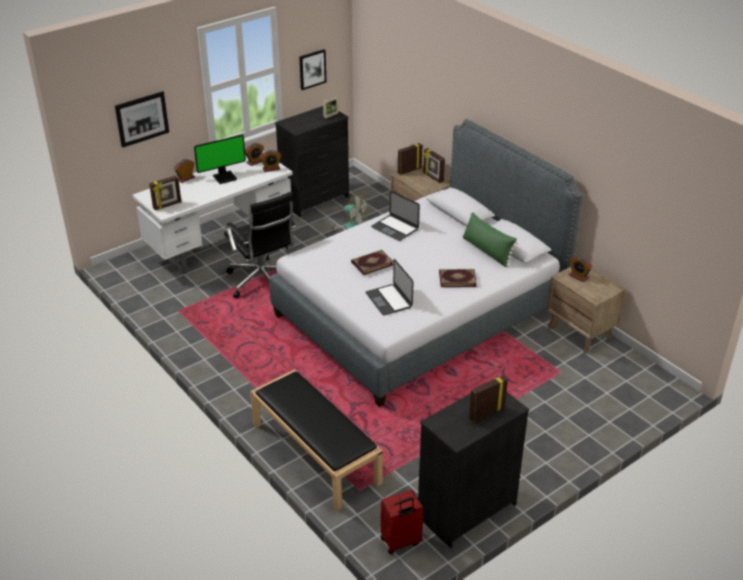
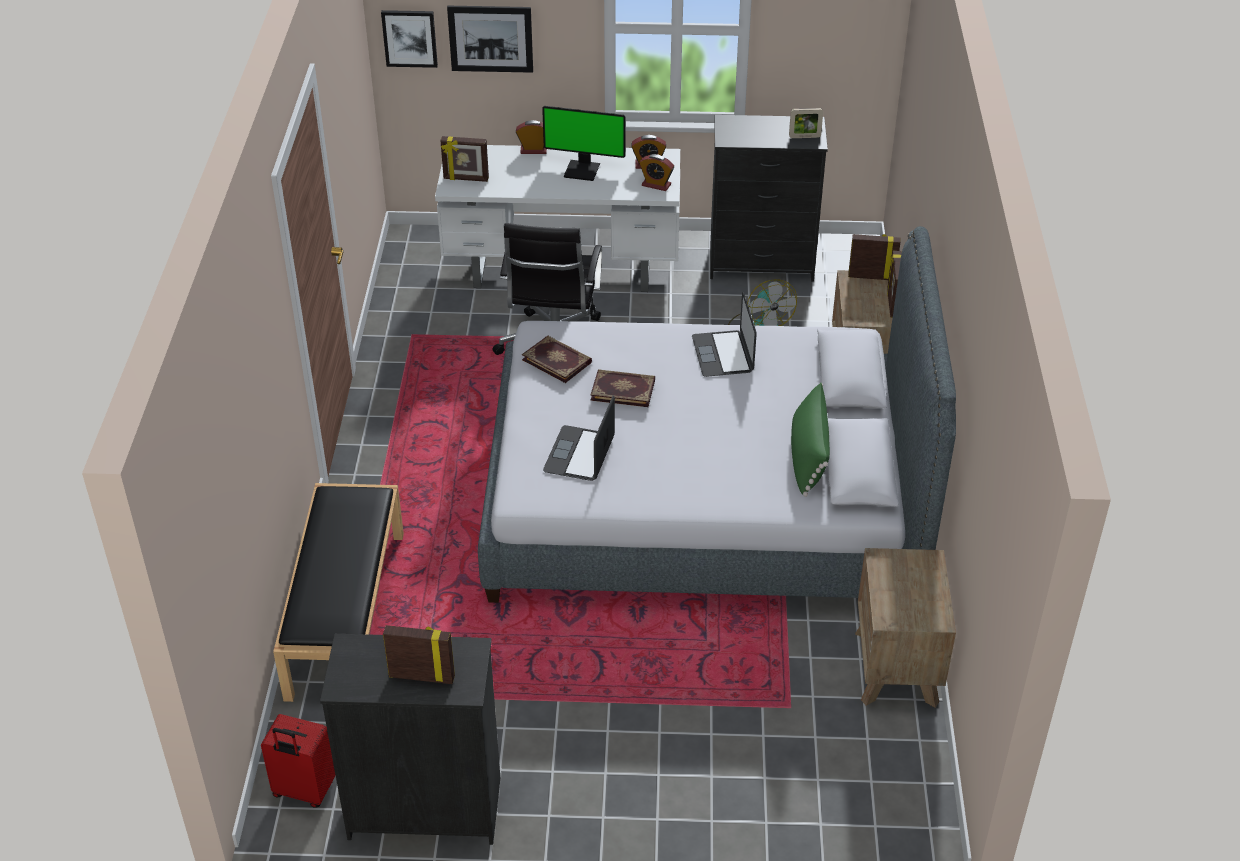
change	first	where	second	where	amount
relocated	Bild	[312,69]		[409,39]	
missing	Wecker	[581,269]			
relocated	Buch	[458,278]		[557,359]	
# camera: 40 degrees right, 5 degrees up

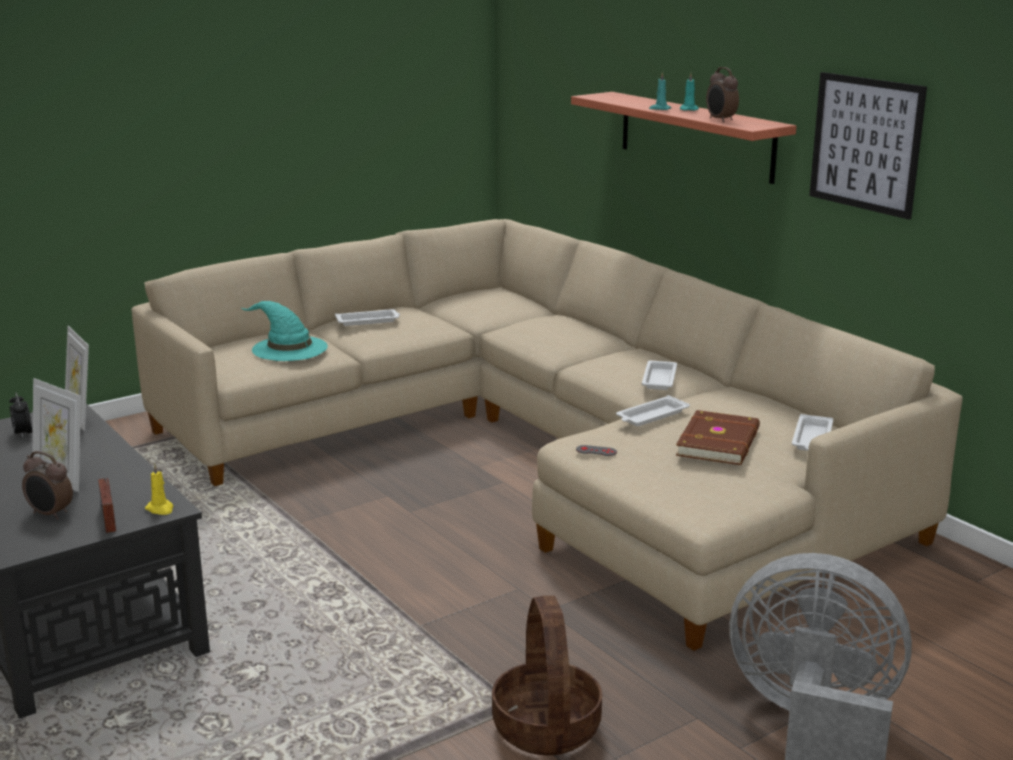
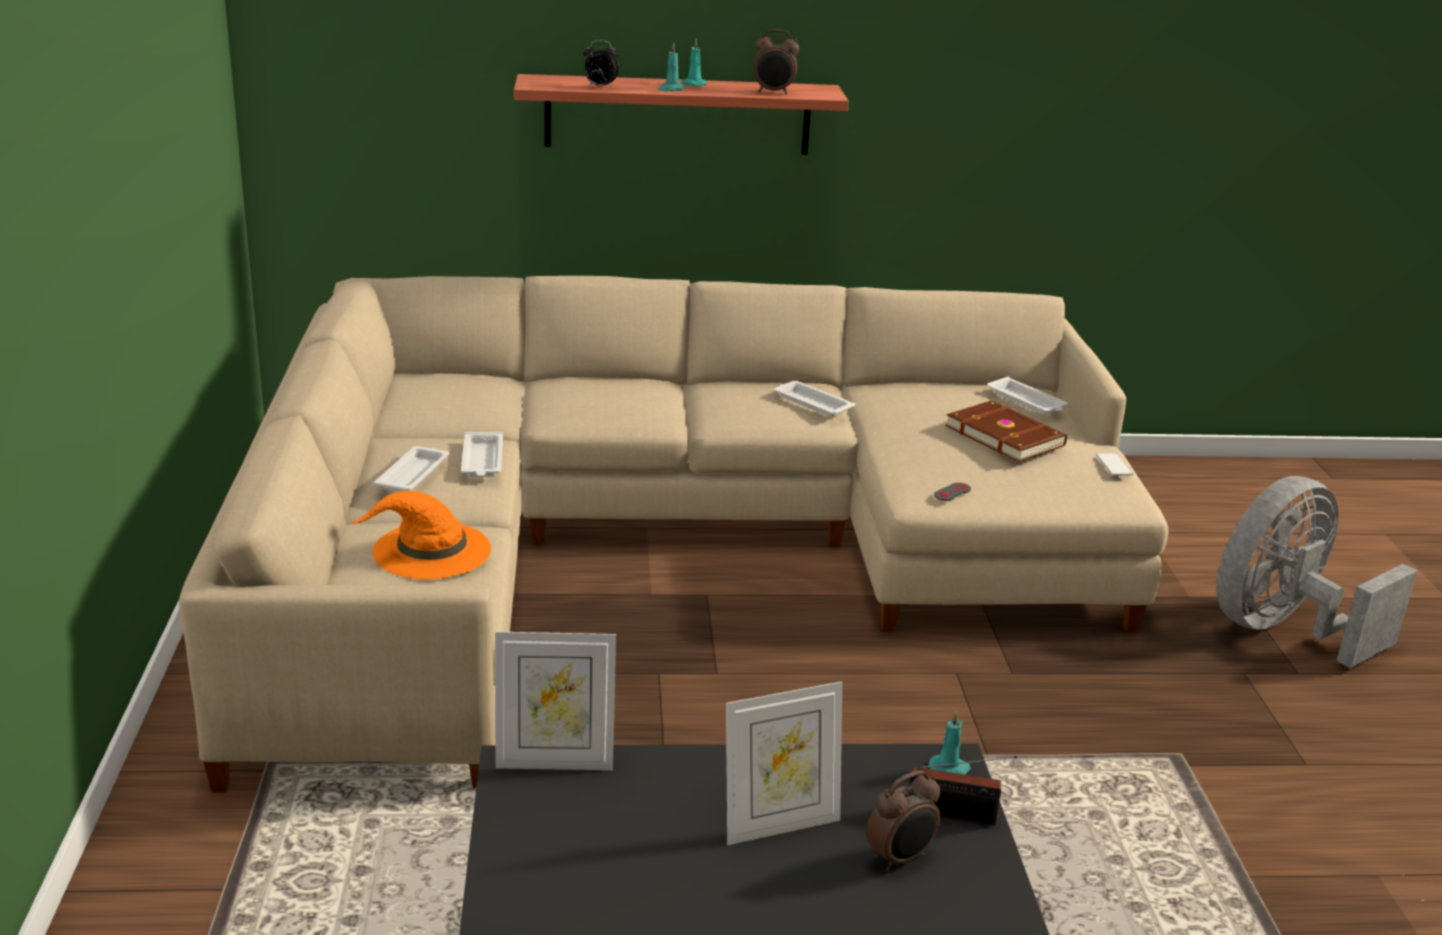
change	first	where	second	where	amount
missing	Bild	[868,146]			
colour	Hut/türkis	[284,331]	Hut/orange	[420,535]	
relocated	Wecker	[20,414]		[601,64]	
relocated	Tablett/weiß	[653,410]		[482,454]	
colour	Kerze/gelb	[159,489]	Kerze/türkis	[949,743]	
missing	Korb	[547,675]			
appeared			Handy	[1114,464]	
# camera: 60 degrees left, 5 degrees up

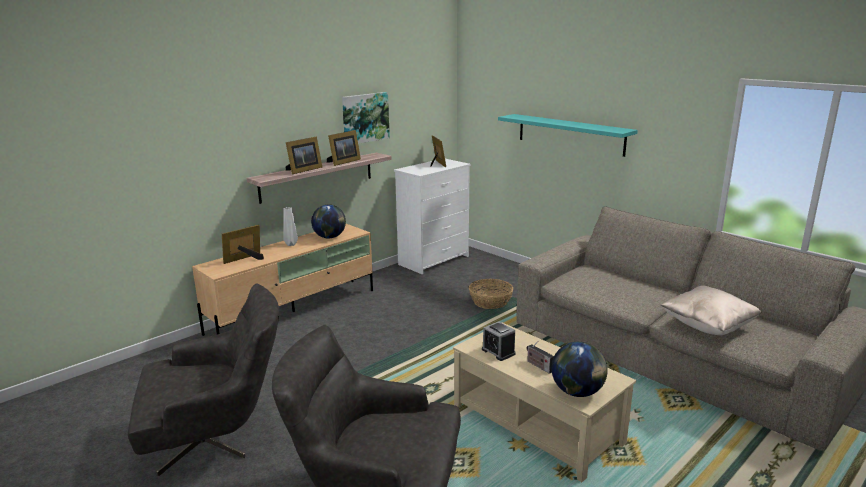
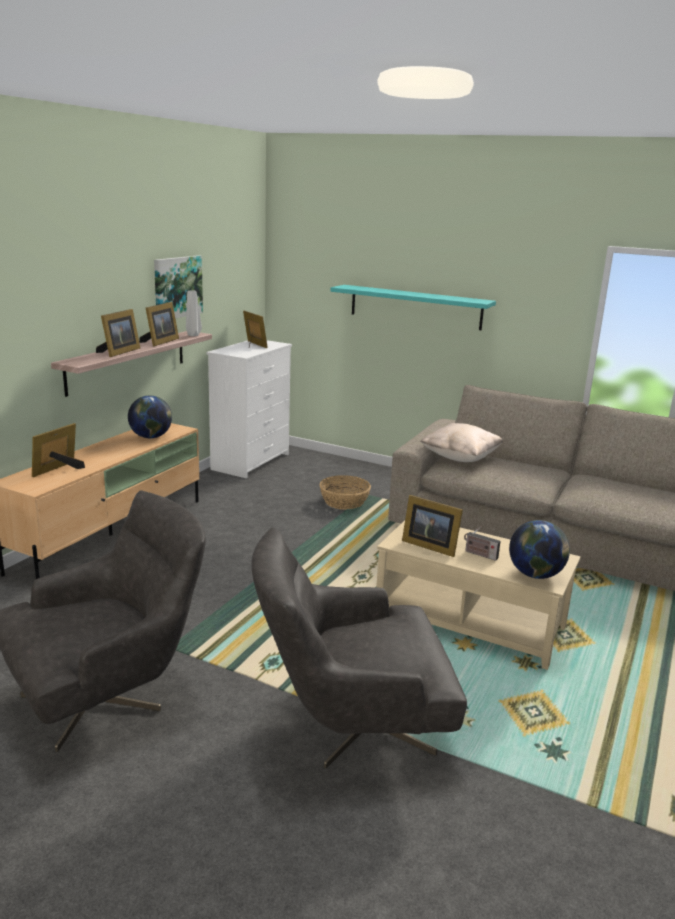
change	first	where	second	where	amount
relocated	Vase/grau	[290,226]		[194,313]	
relocated	Kissen/beige	[711,310]		[461,442]	
exchanged	Wecker	[499,341]	Bilderrahmen	[432,526]	
# camera: 20 degrees left, 0 degrees up

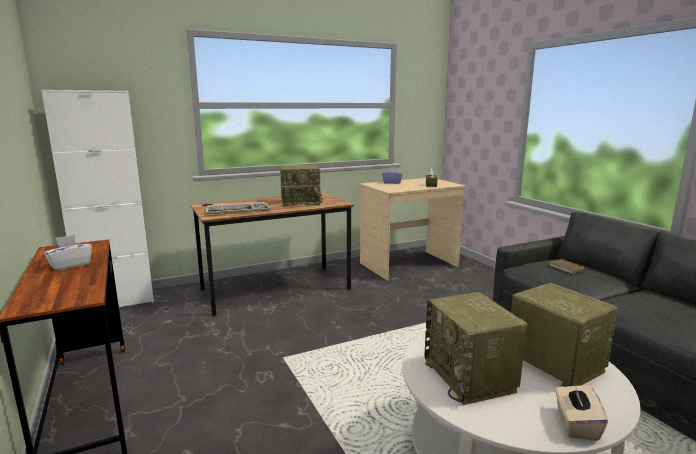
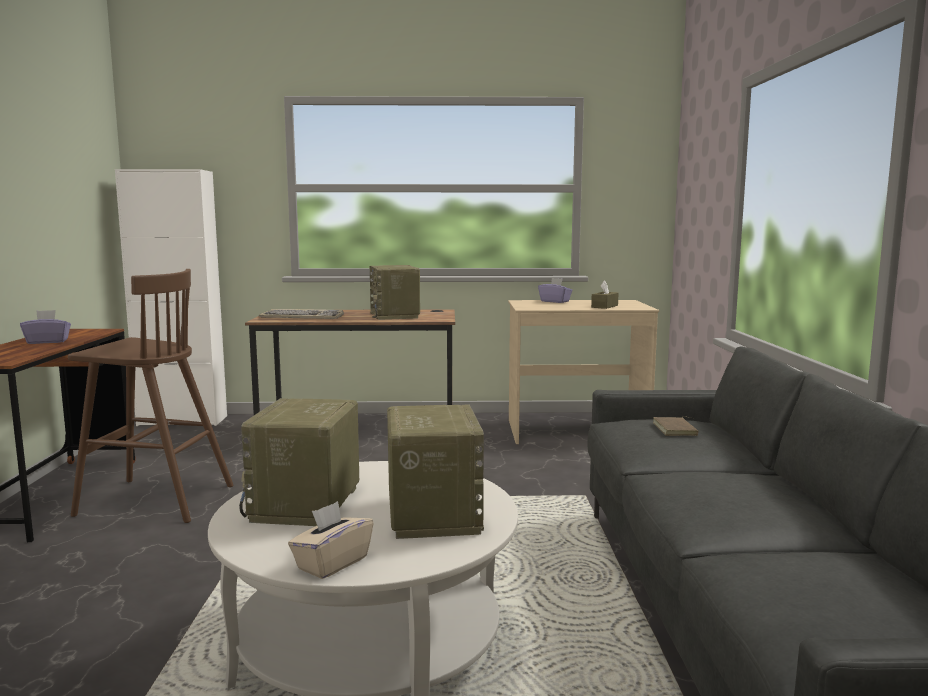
change	first	where	second	where	amount
spun	Radio	[301,186]		[395,292]	60 degrees clockwise
colour	Taschentuchbox/weiß	[68,253]	Taschentuchbox/lila	[45,327]	
appeared			Hocker/braun	[151,396]	
# camera: 25 degrees right, 5 degrees down

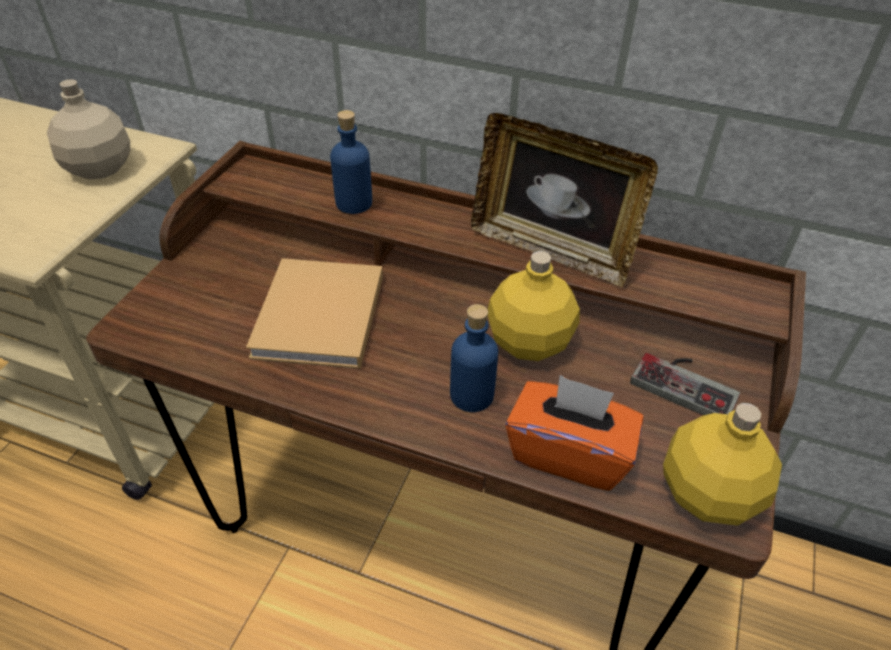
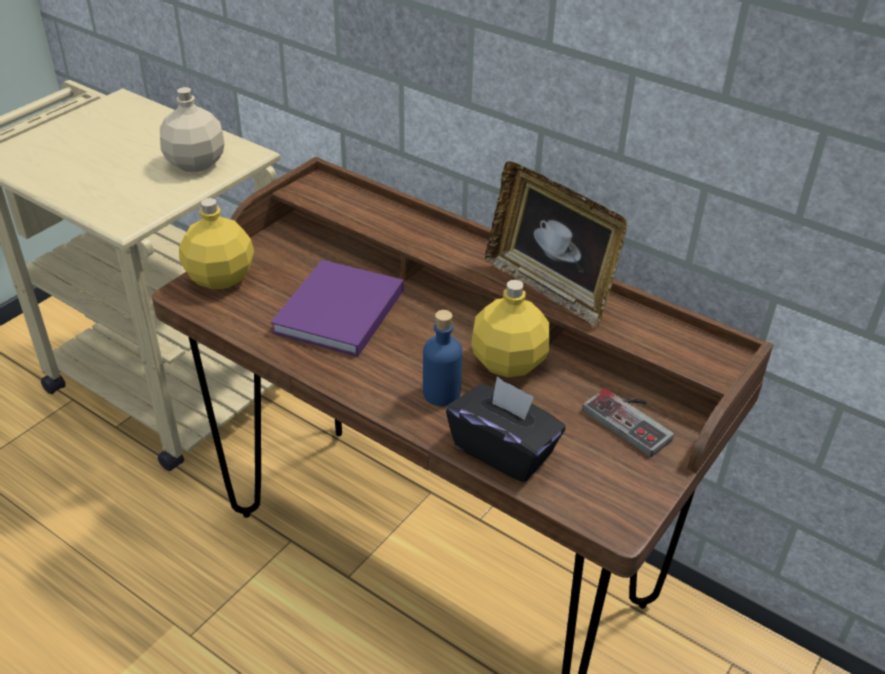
change	first	where	second	where	amount
missing	Flasche/blau	[351,162]			
colour	Buch/beige	[314,313]	Buch/lila	[337,308]	
colour	Taschentuchbox/orange	[574,433]	Taschentuchbox/schwarz	[506,429]	
relocated	Flasche/gelb	[722,464]		[216,244]	
# camera: 15 degrees right, 5 degrees down

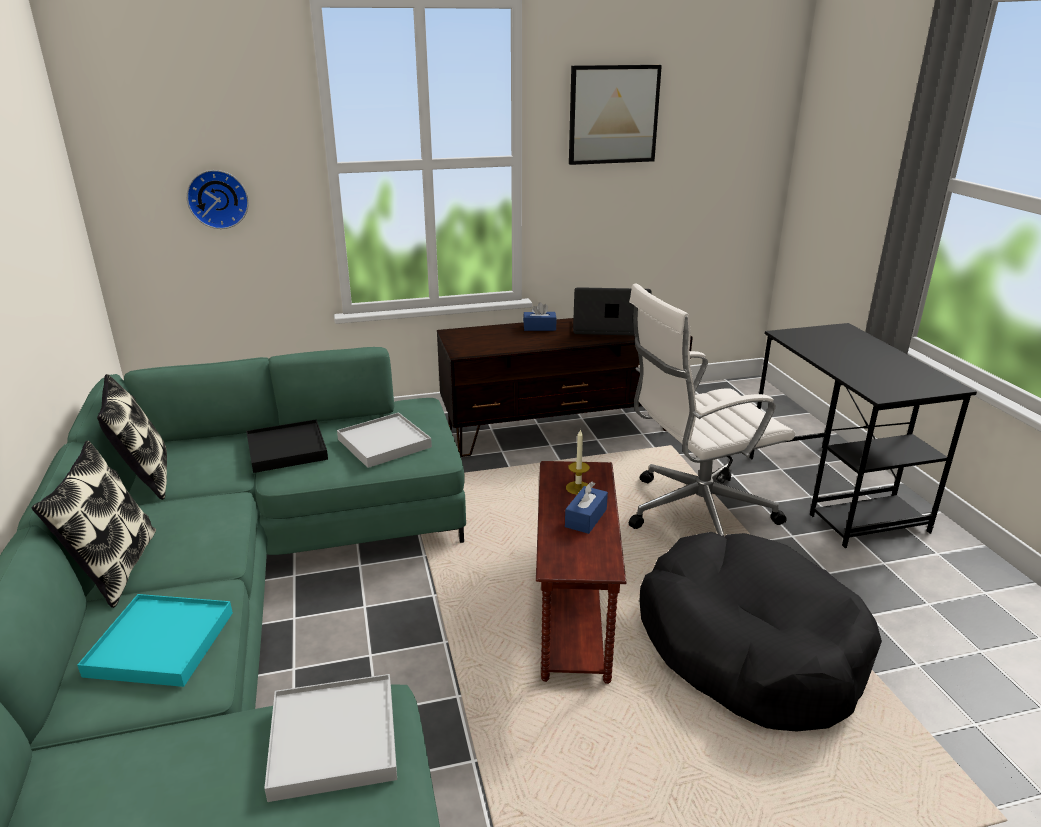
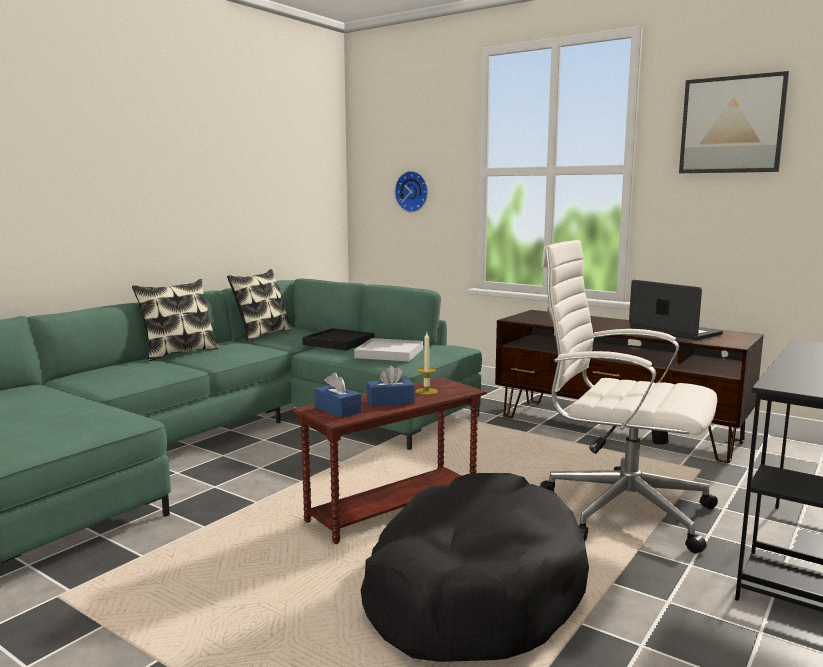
change	first	where	second	where	amount
relocated	Taschentuchbox/blau	[540,316]		[338,395]	
missing	Tablett/türkis	[155,640]			
missing	Tablett/weiß	[330,738]			
# camera: 50 degrees right, 15 degrees down

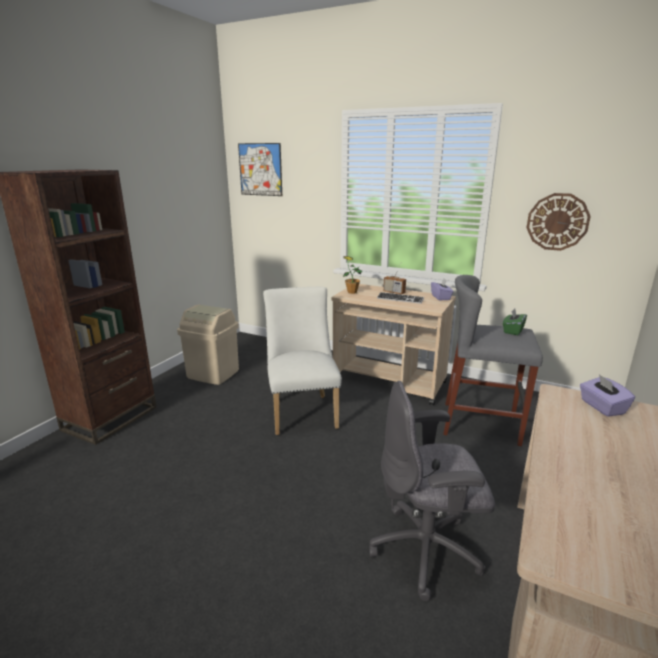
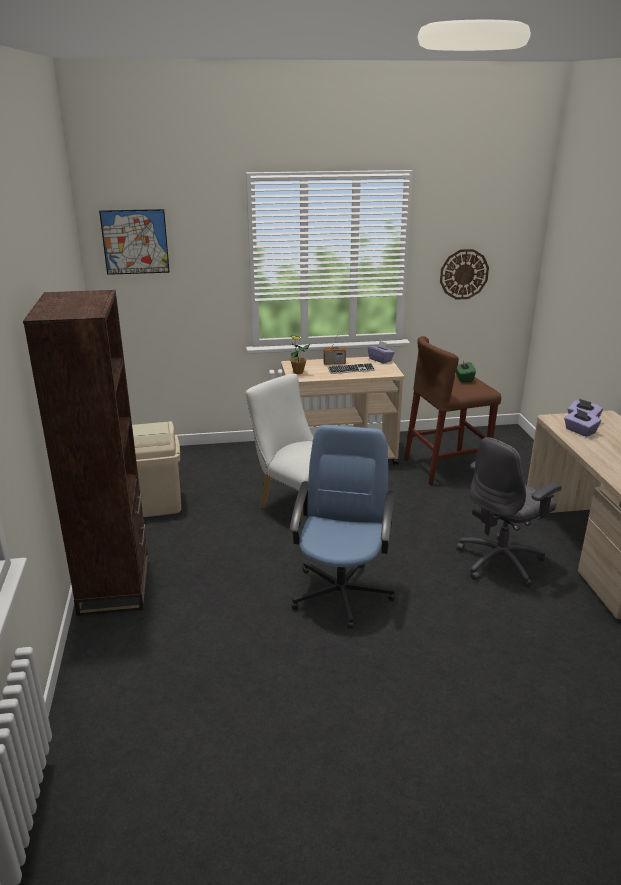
change	first	where	second	where	amount
colour	Hocker/grau	[493,360]	Hocker/braun	[452,410]	
appeared			Taschentuchbox/lila	[582,423]	
appeared			Bürostuhl/blau	[342,527]	
# camera: 35 degrees left, 5 degrees up

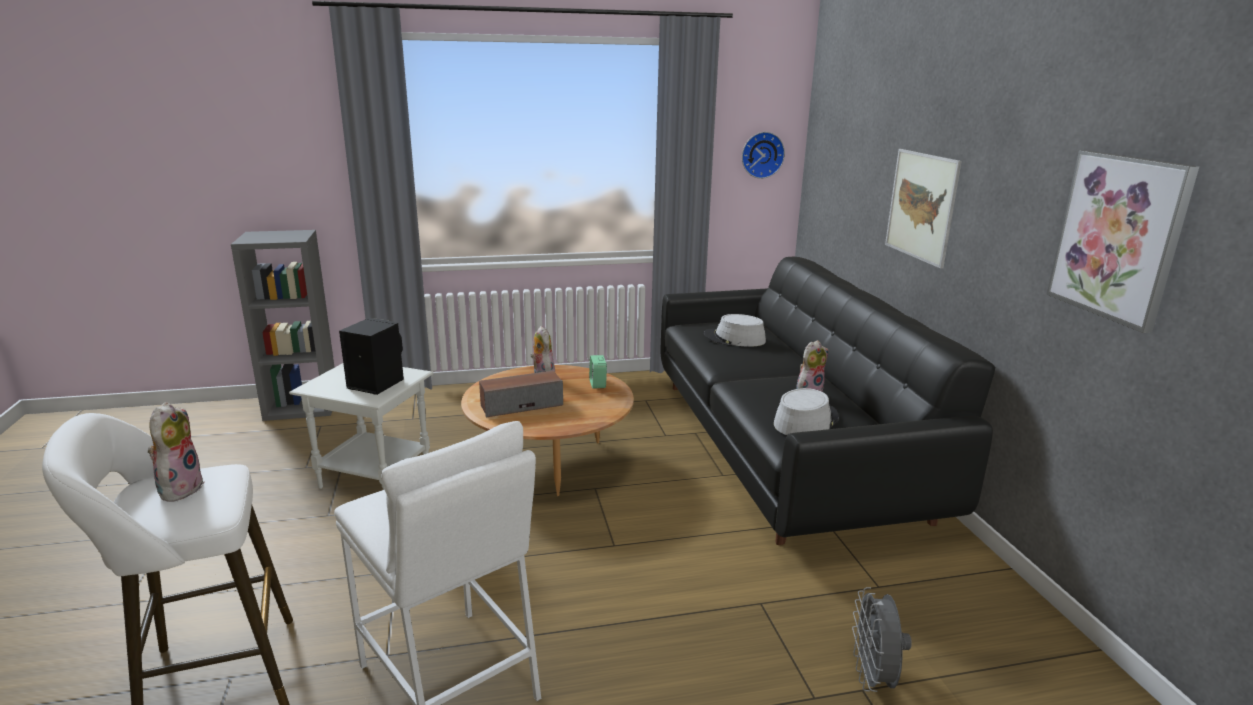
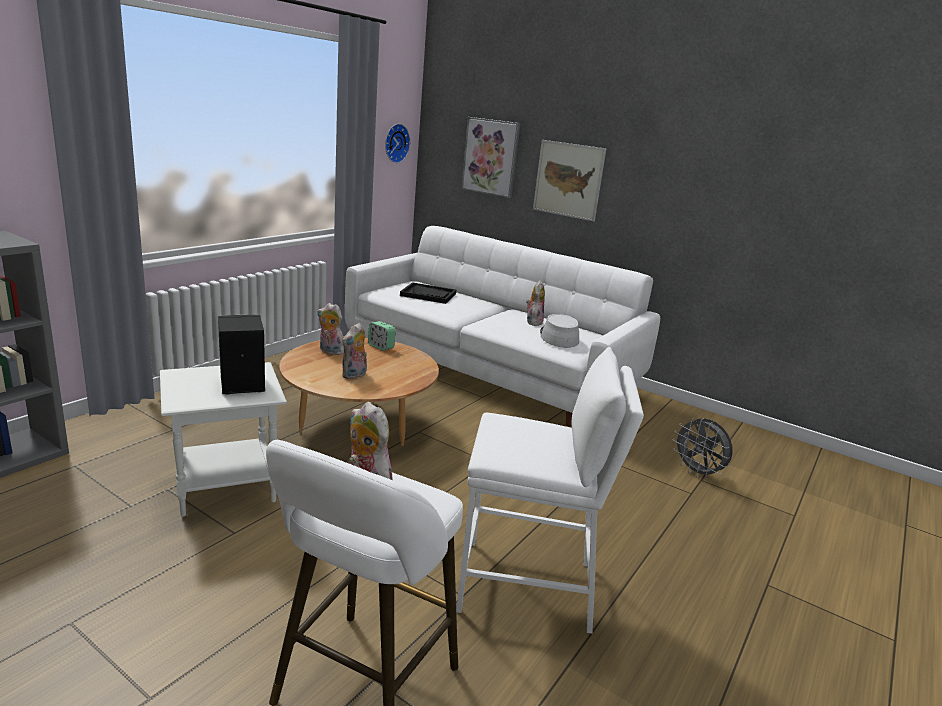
change	first	where	second	where	amount
relocated	Bild	[1122,241]		[490,157]	
colour	Sofa/schwarz	[827,401]	Sofa/weiß	[502,326]	
exchanged	Hut/grau	[735,330]	Tablett/schwarz	[428,293]	
exchanged	Lautsprecher	[521,393]	Plüschtier	[354,351]	
# camera: 45 degrees left, 0 degrees up

